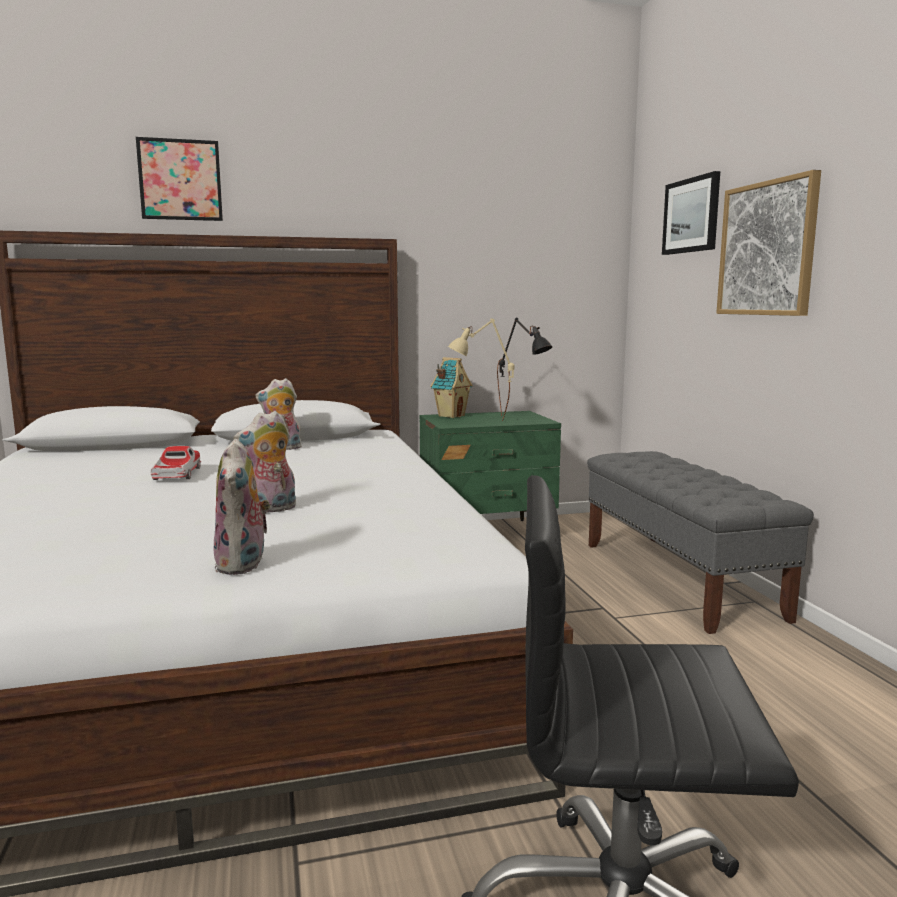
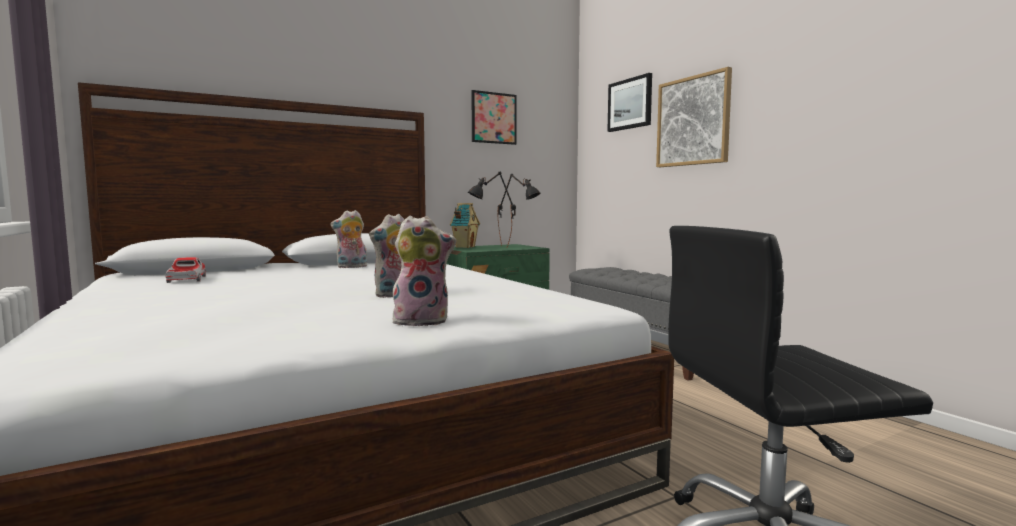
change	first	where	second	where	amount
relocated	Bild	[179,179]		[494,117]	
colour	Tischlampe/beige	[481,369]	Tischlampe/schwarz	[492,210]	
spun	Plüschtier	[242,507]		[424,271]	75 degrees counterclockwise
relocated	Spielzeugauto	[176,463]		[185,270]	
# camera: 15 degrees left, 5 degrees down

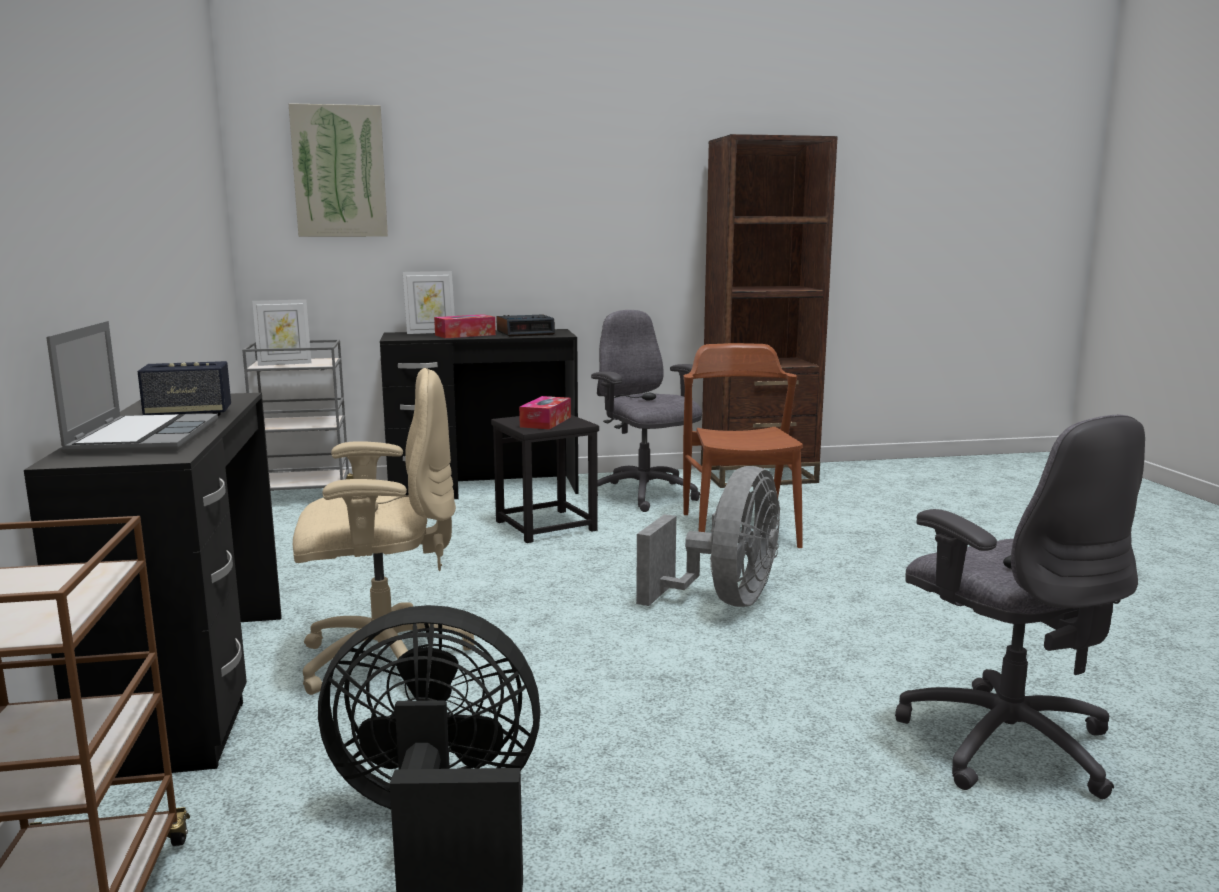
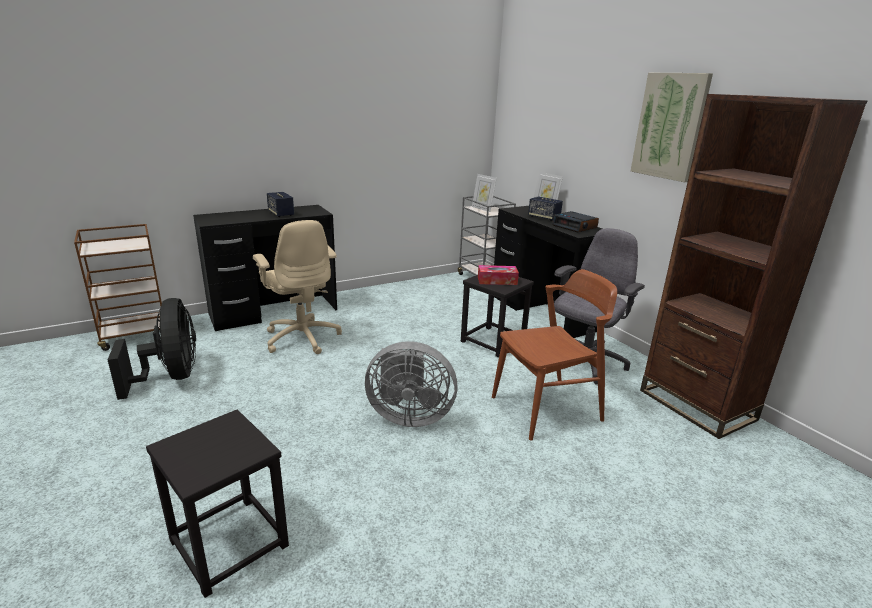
change	first	where	second	where	amount
relocated	Bild	[338,170]		[672,127]	
exchanged	Taschentuchbox	[465,326]	Lautsprecher	[545,209]	
missing	Laptop	[132,388]			
exchanged	Bürostuhl/grau	[1020,607]	Hocker/schwarz	[217,504]	
# camera: 70 degrees right, 10 degrees up

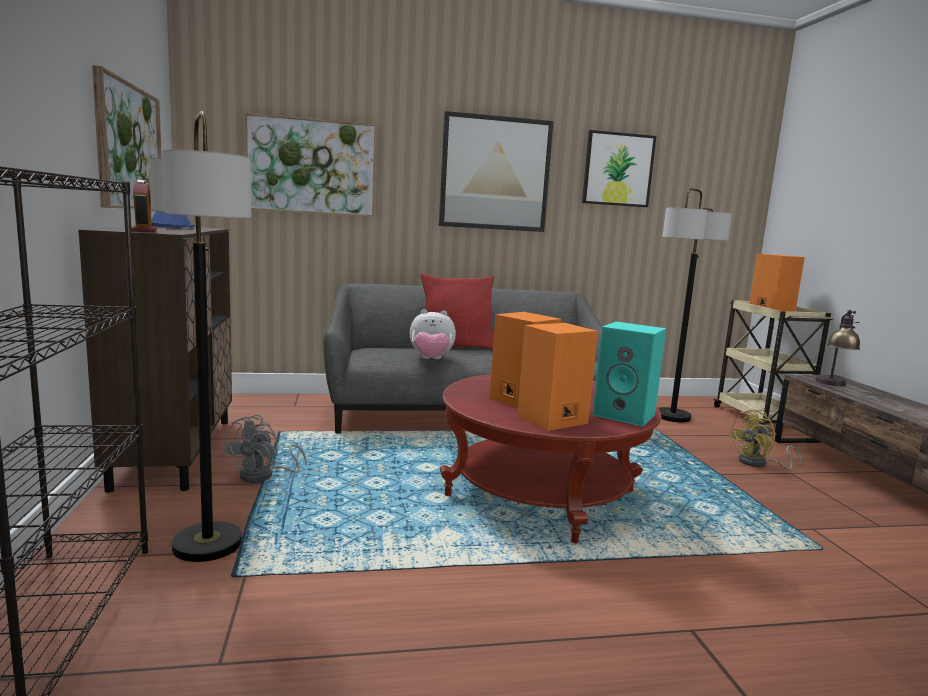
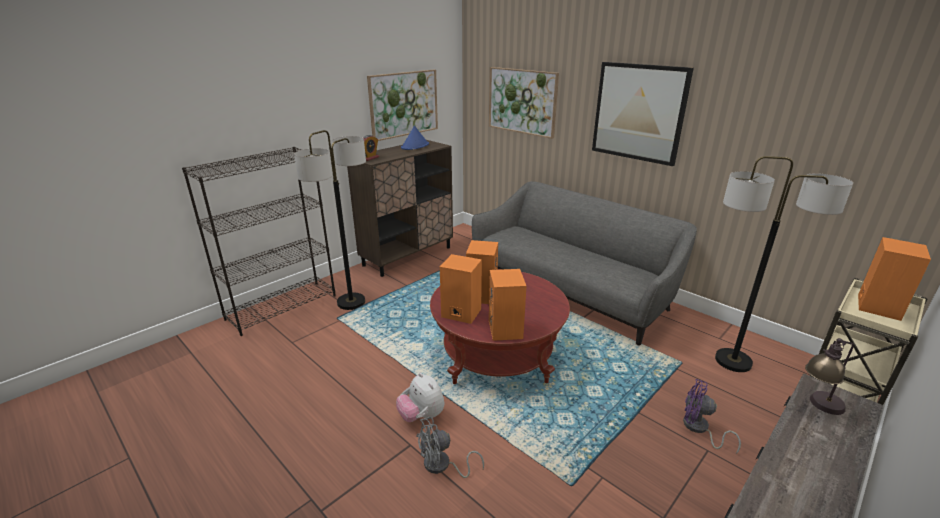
change	first	where	second	where	amount
missing	Bild	[619,168]			
missing	Kissen/rot	[457,311]			
relocated	Plüschtier	[433,334]		[420,397]	
colour	Lautsprecher/türkis	[629,374]	Lautsprecher/orange	[507,305]	
colour	Ventilator/gelb	[764,439]	Ventilator/lila	[712,416]	
relocated	Ventilator/grau	[265,449]		[450,447]	
# camera: 55 degrees right, 15 degrees up

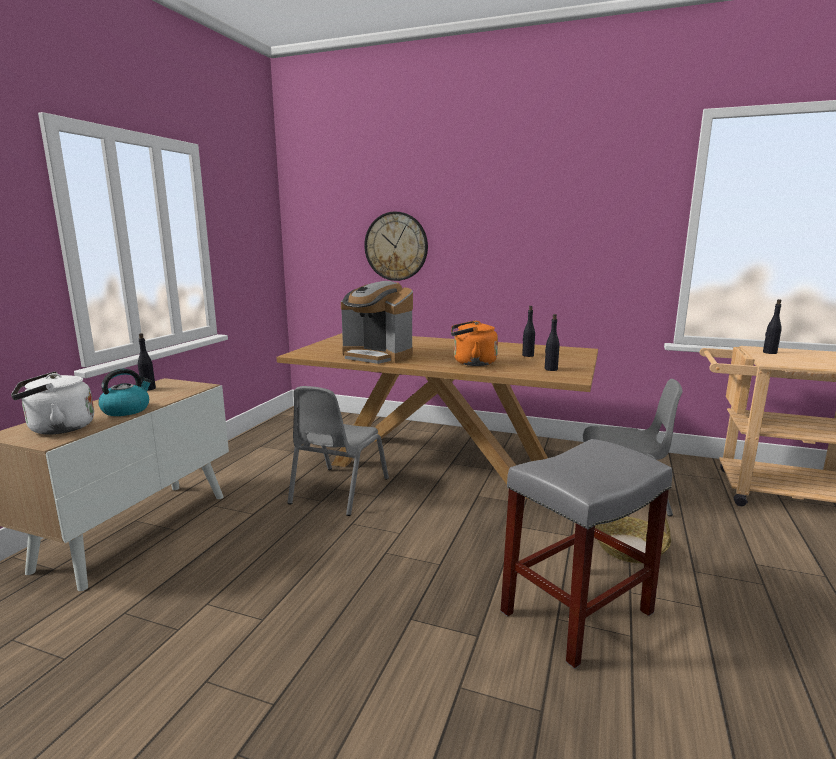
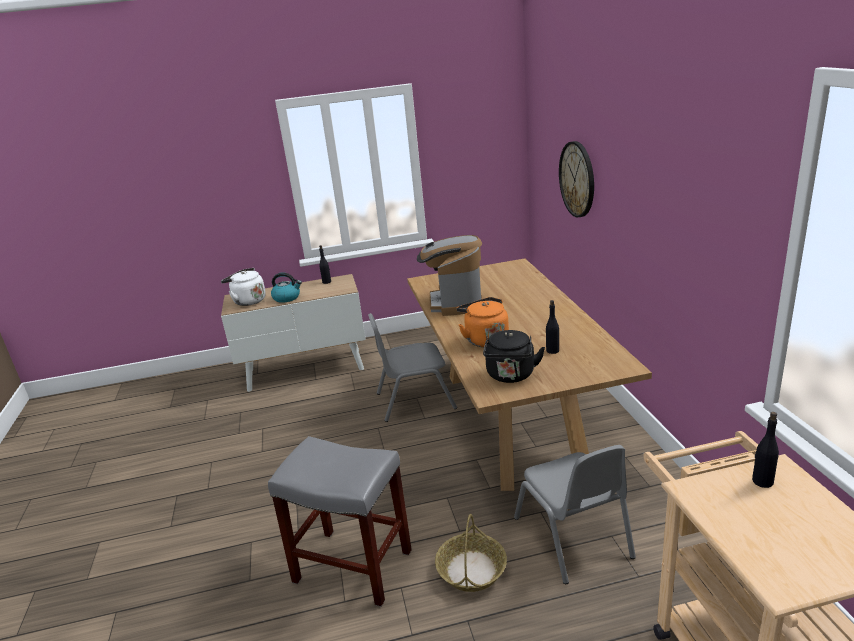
change	first	where	second	where	amount
exchanged	Flasche/schwarz	[552,342]	Wasserkessel/schwarz	[514,356]	
# camera: 60 degrees right, 10 degrees up

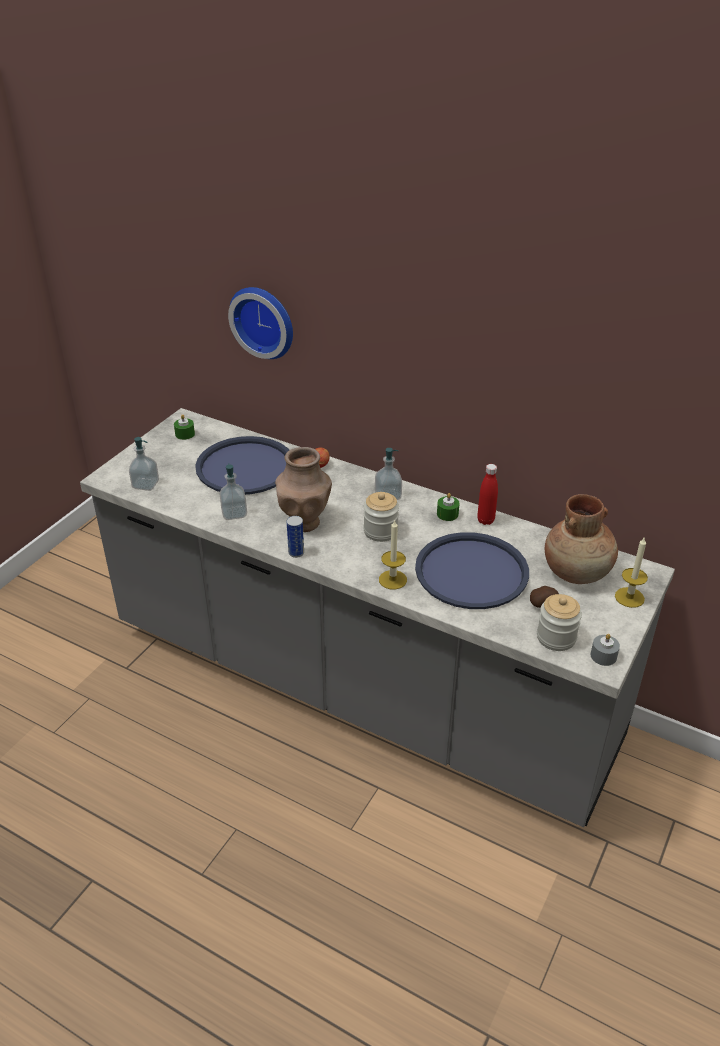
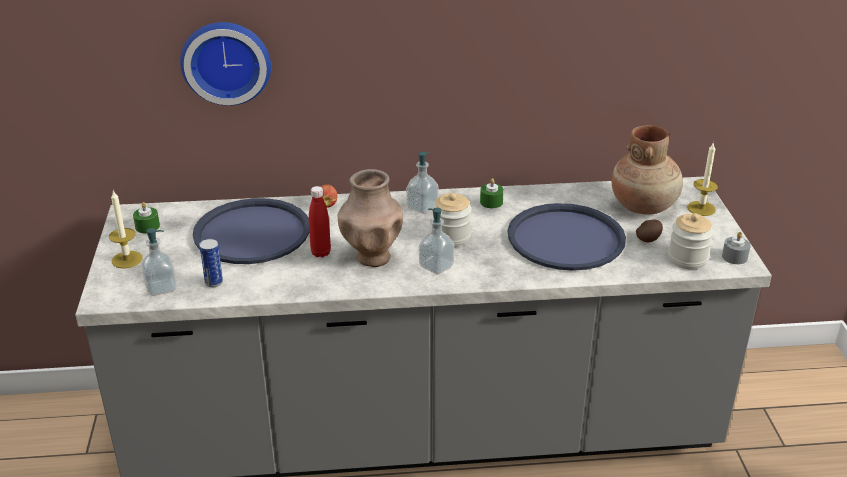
change	first	where	second	where	amount
relocated	Seifenspender	[233,492]		[436,241]	
relocated	Flasche/rot	[487,494]		[320,222]	
relocated	Dose	[295,537]		[211,263]	
relocated	Kerze	[393,554]		[125,229]	
# camera: 35 degrees left, 5 degrees down

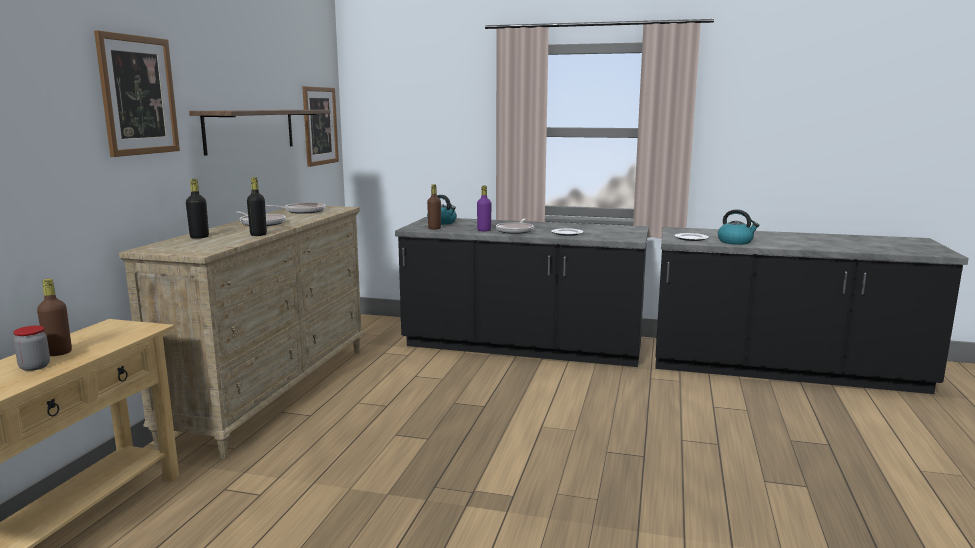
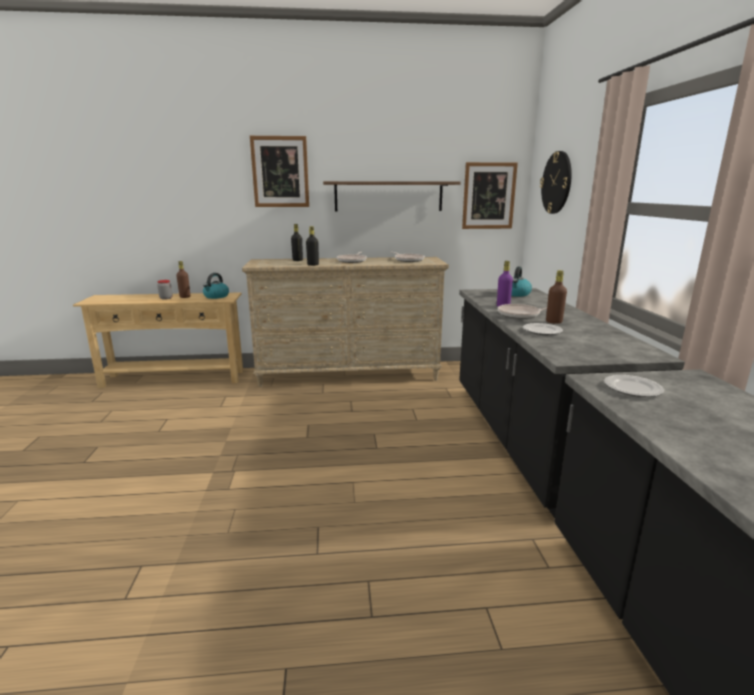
change	first	where	second	where	amount
relocated	Flasche/braun	[434,207]		[556,297]	
relocated	Wasserkessel	[738,227]		[216,286]	
appeared			Wanduhr	[556,182]	
# camera: 70 degrees right, 5 degrees up

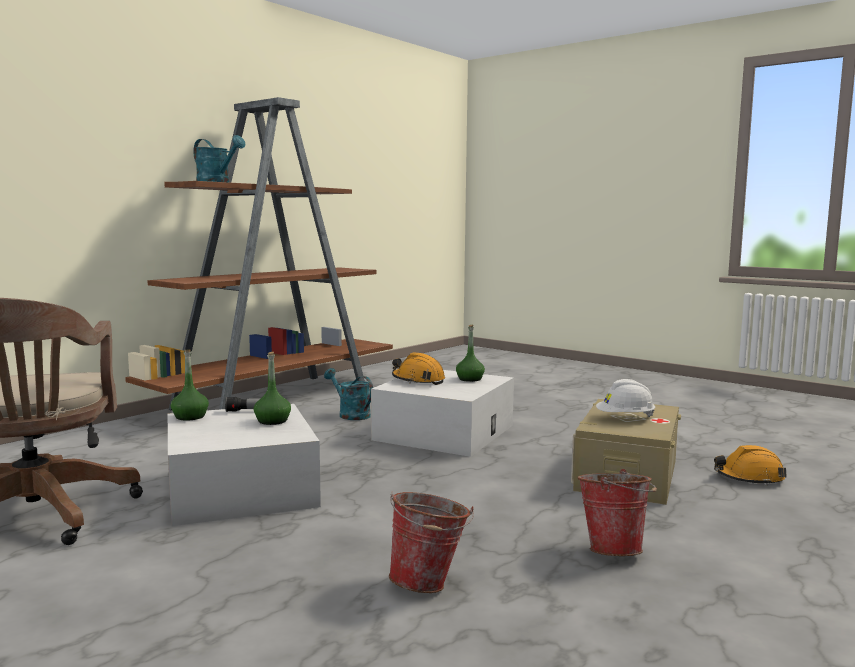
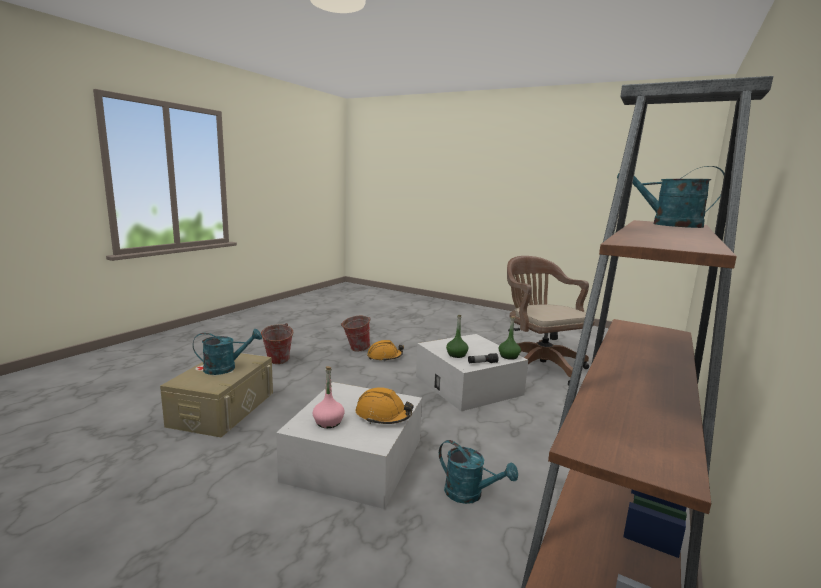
change	first	where	second	where	amount
colour	Flasche/grün	[470,353]	Flasche/rosa	[328,397]	
exchanged	Schutzhelm/weiß	[625,398]	Gießkanne/türkis	[227,352]	
relocated	Schutzhelm/orange	[750,465]		[385,350]	
# camera: 170 degrees right, 5 degrees up

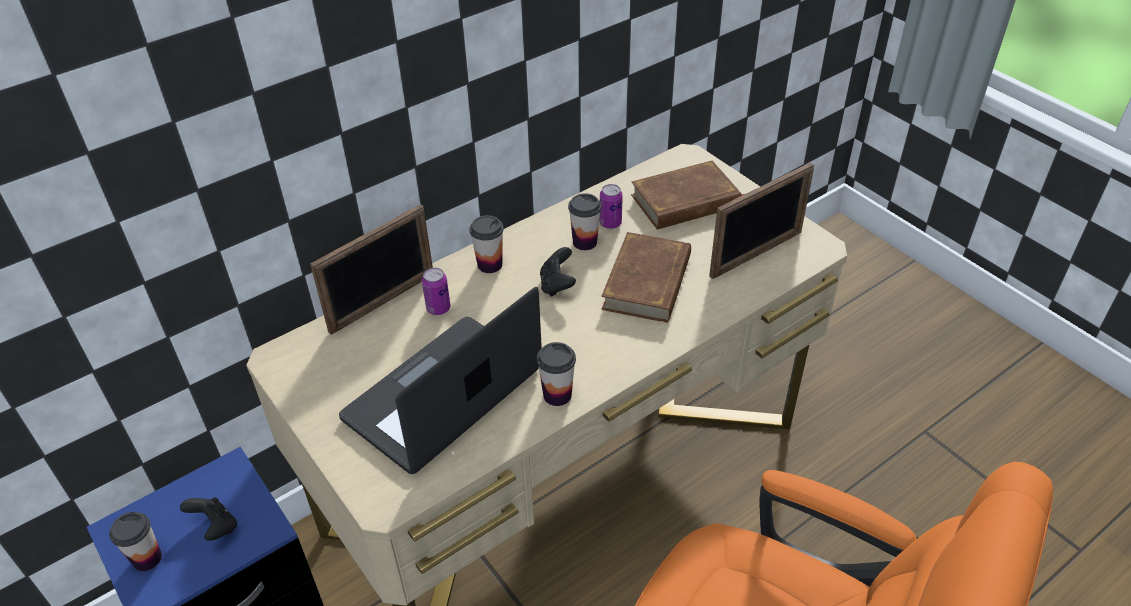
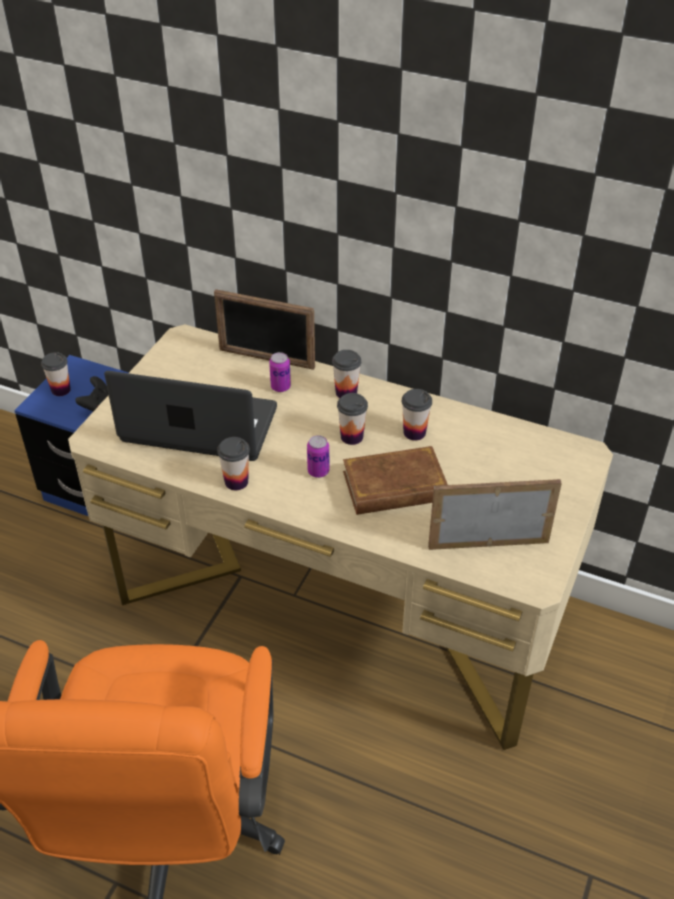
change	first	where	second	where	amount
missing	Buch/braun	[687,195]			
spun	Bilderrahmen	[761,220]		[495,514]	150 degrees clockwise
relocated	Dose	[611,206]		[318,456]	
exchanged	Gamepad/schwarz	[558,272]	Tasse	[352,419]	
# camera: 60 degrees right, 0 degrees up

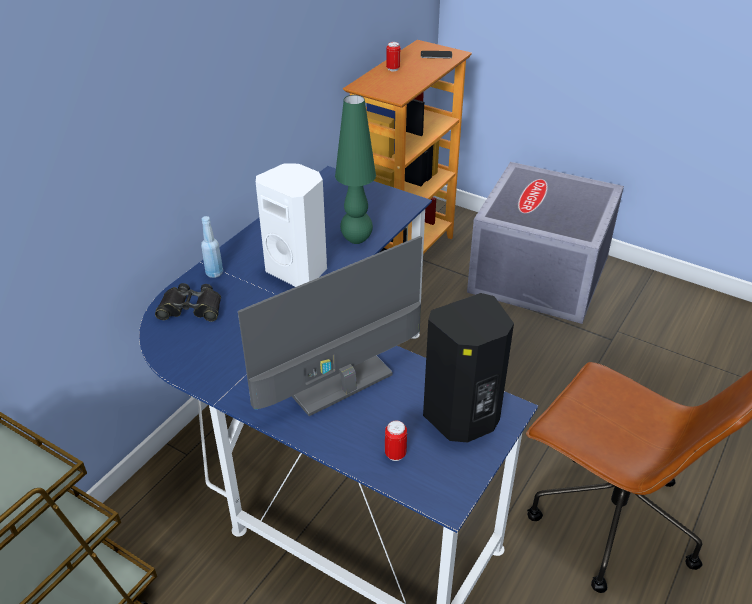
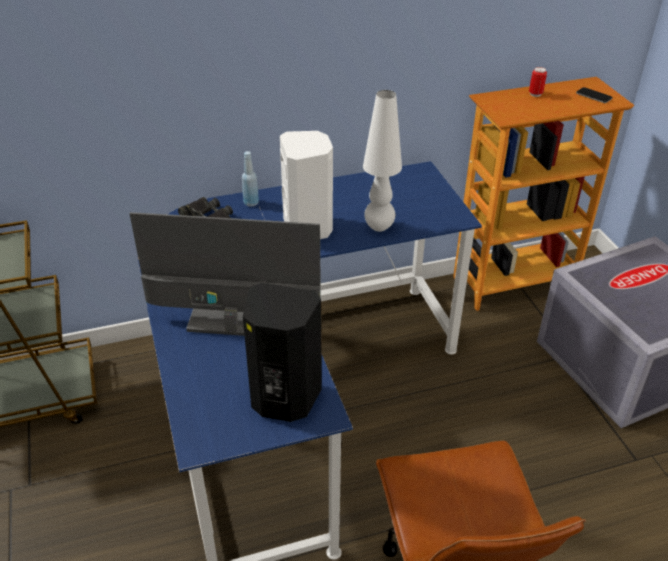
change	first	where	second	where	amount
colour	Tischlampe/grün	[355,169]	Tischlampe/weiß	[382,161]	
missing	Dose	[396,441]			
# camera: 40 degrees right, 0 degrees up

